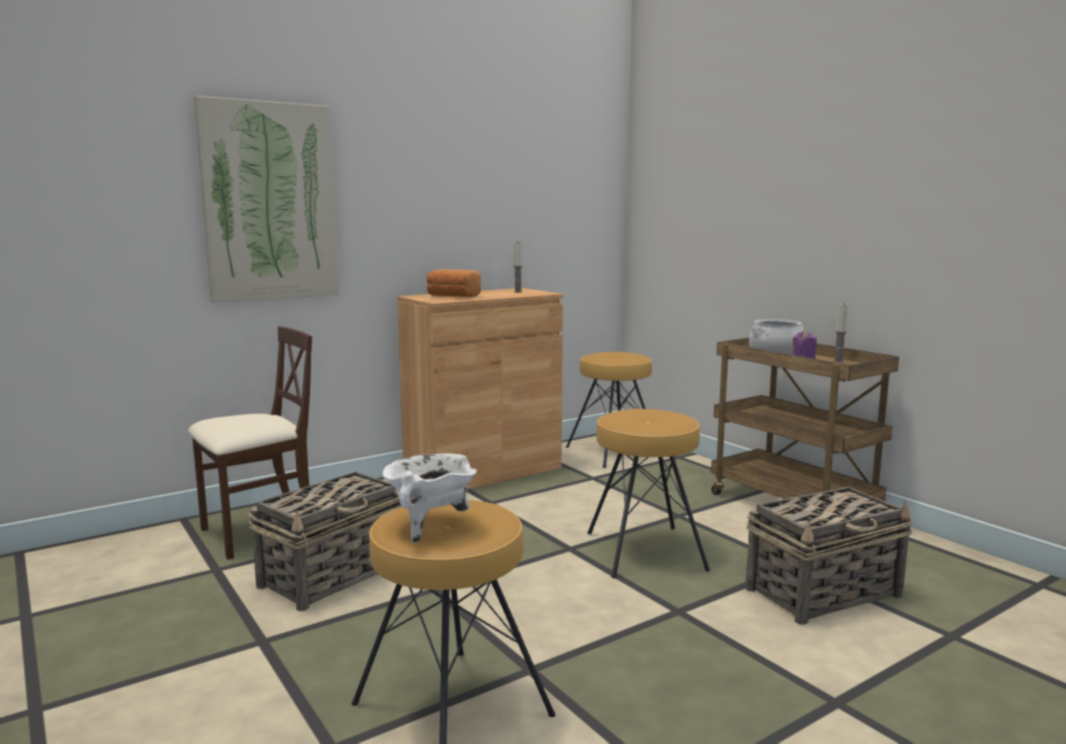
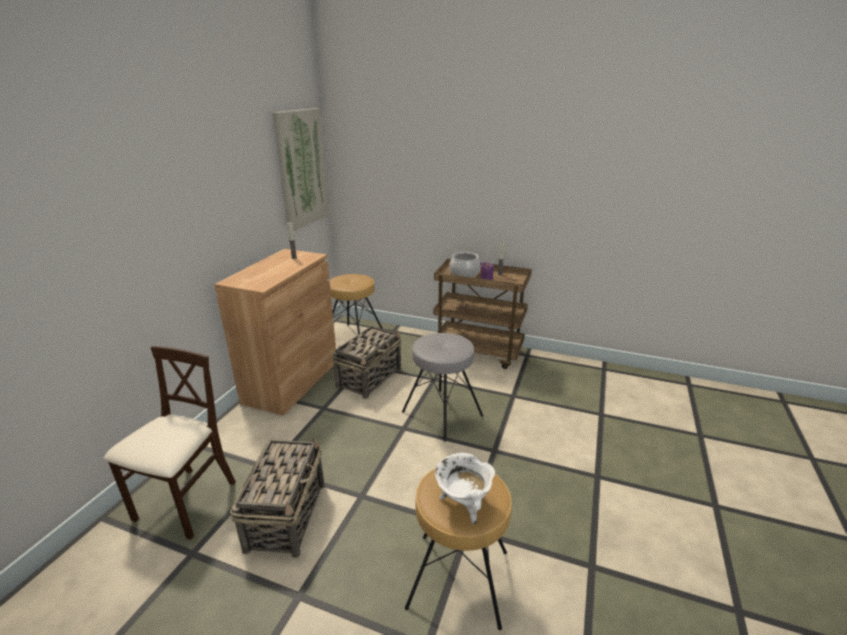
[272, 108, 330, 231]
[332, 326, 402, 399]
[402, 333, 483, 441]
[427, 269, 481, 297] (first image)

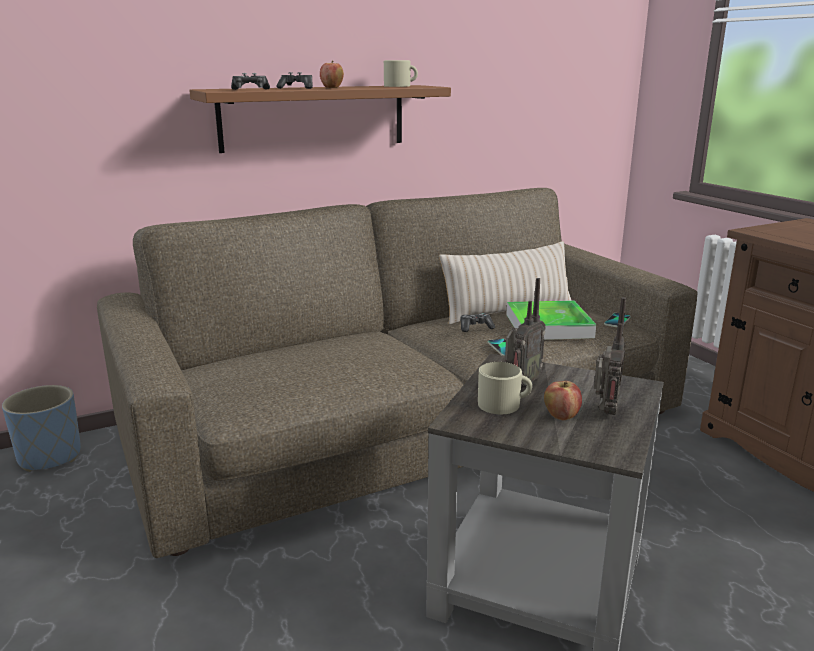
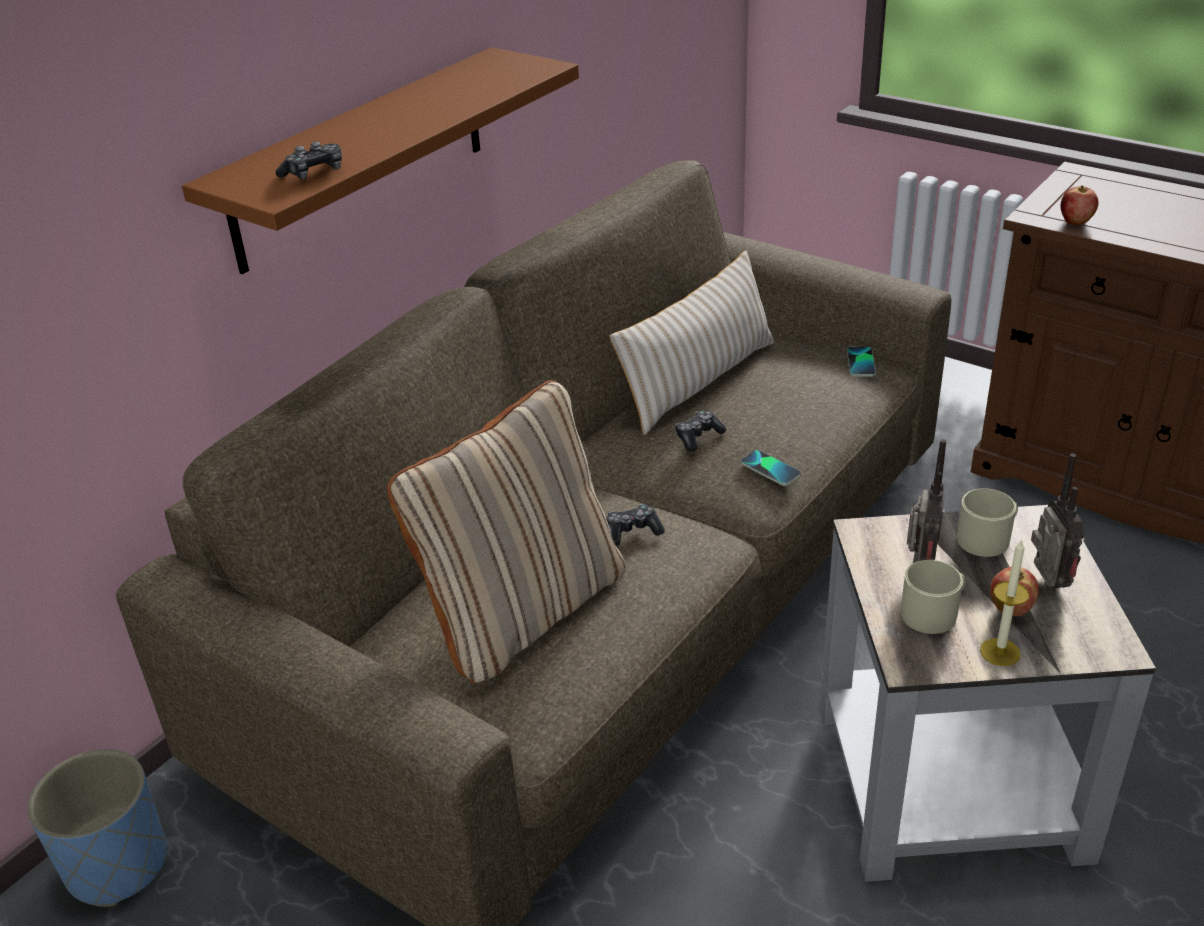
[387, 380, 625, 684]
[606, 504, 665, 546]
[957, 488, 1018, 557]
[980, 539, 1029, 666]
[1061, 186, 1099, 225]
[506, 300, 596, 340] (first image)

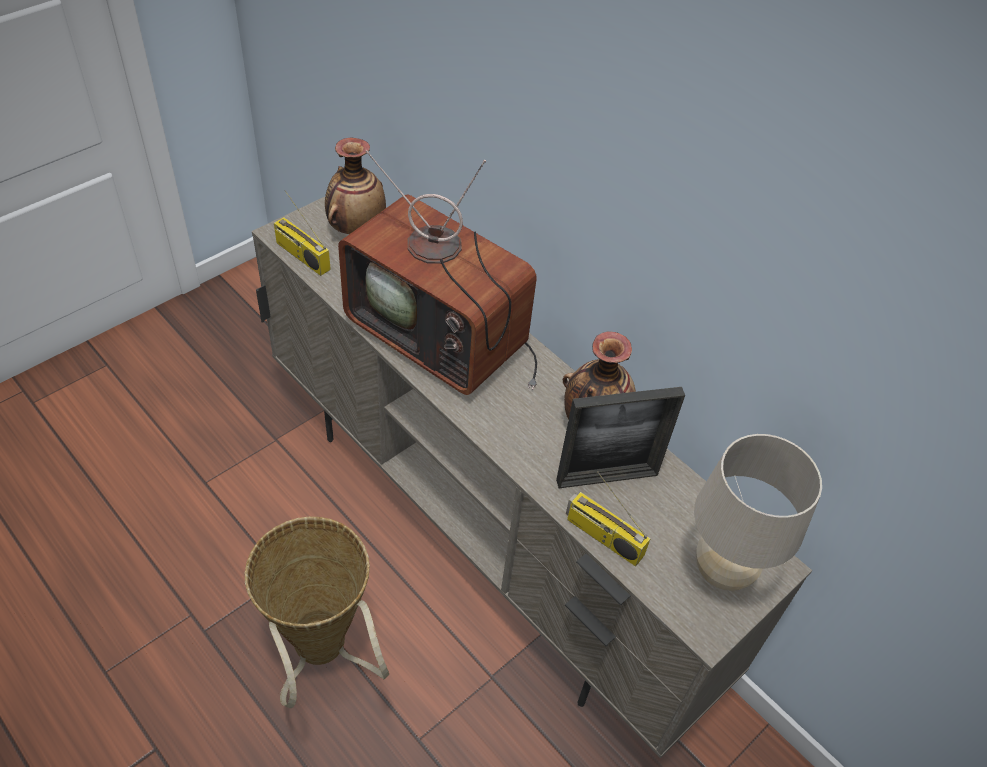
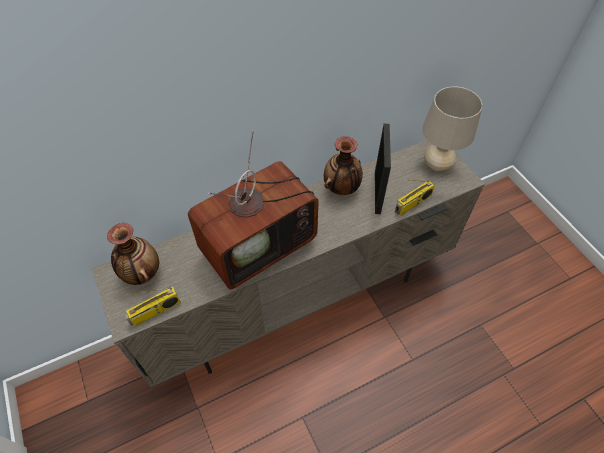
[245, 517, 389, 708] (first image)

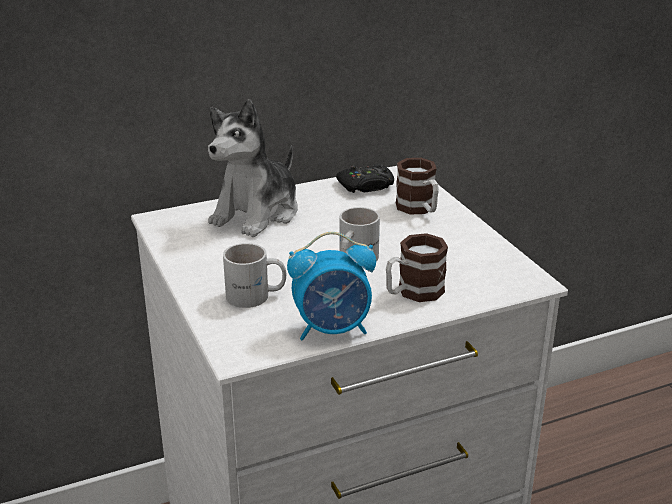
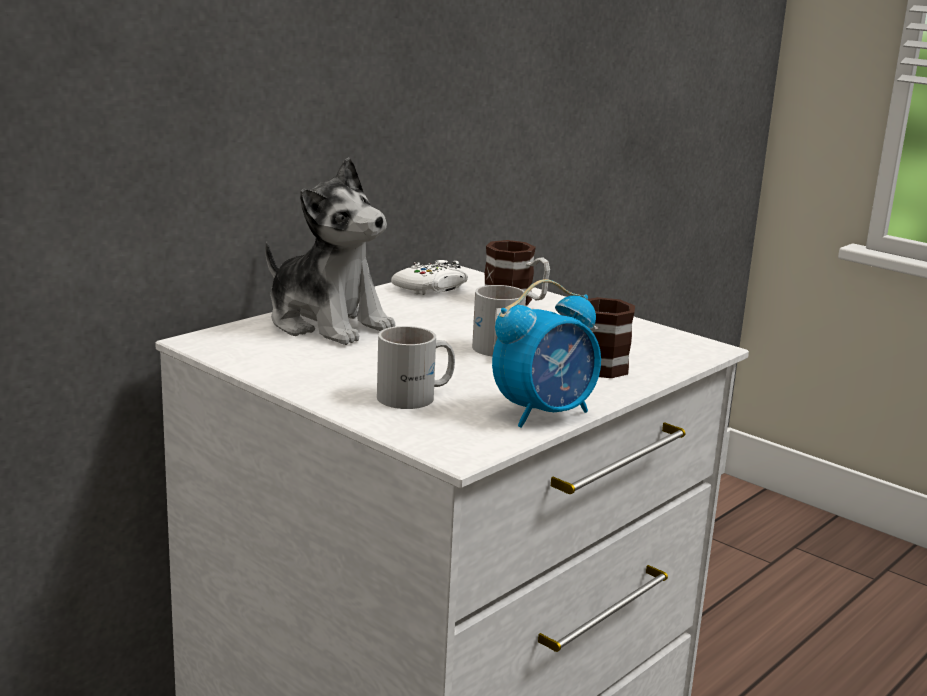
[265, 157, 395, 345]
[391, 260, 468, 295]

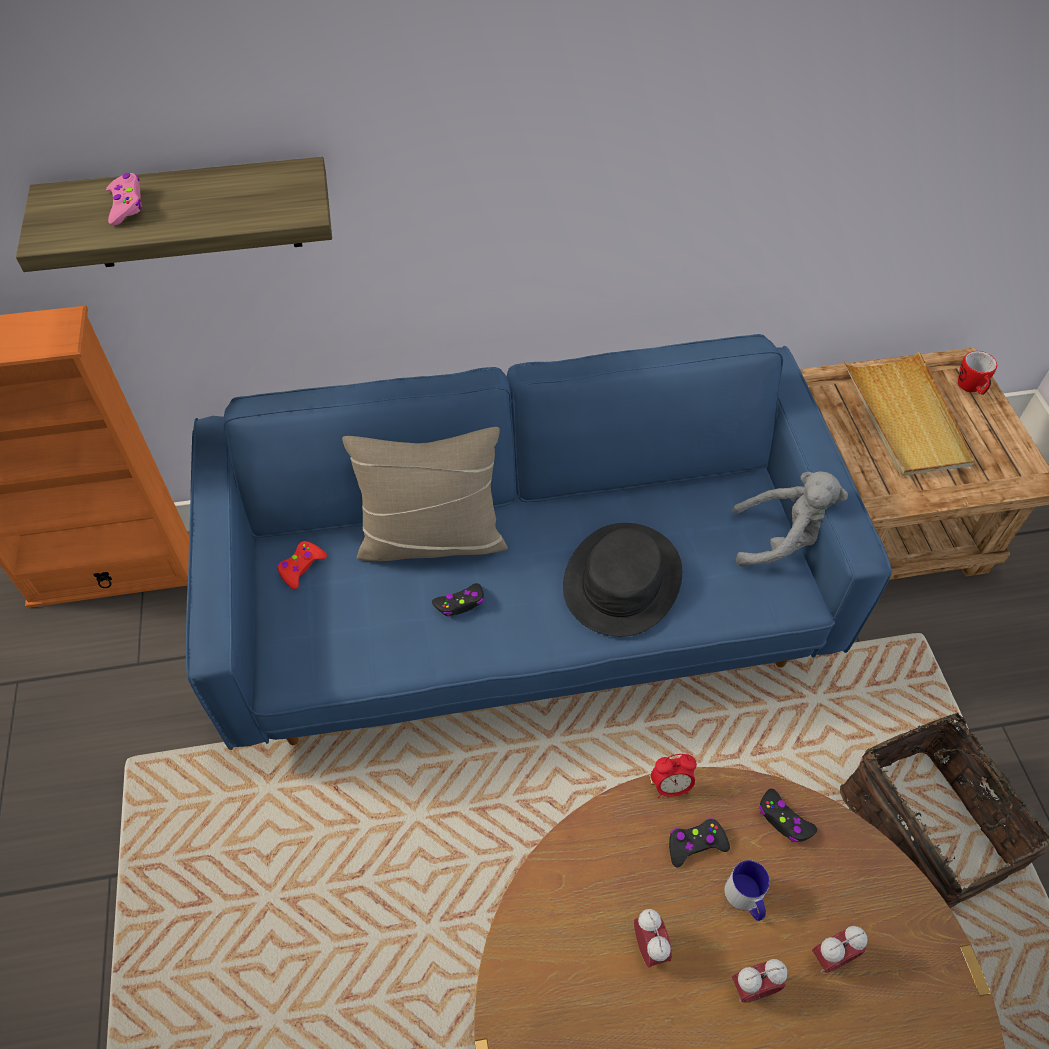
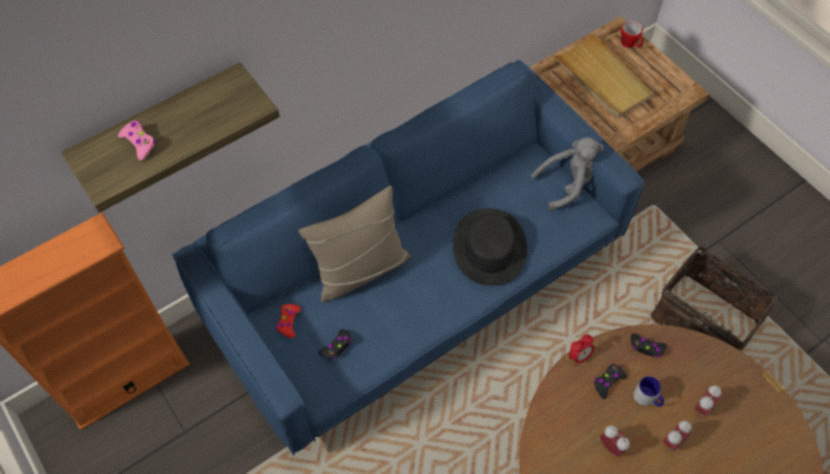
[319, 329, 352, 359]

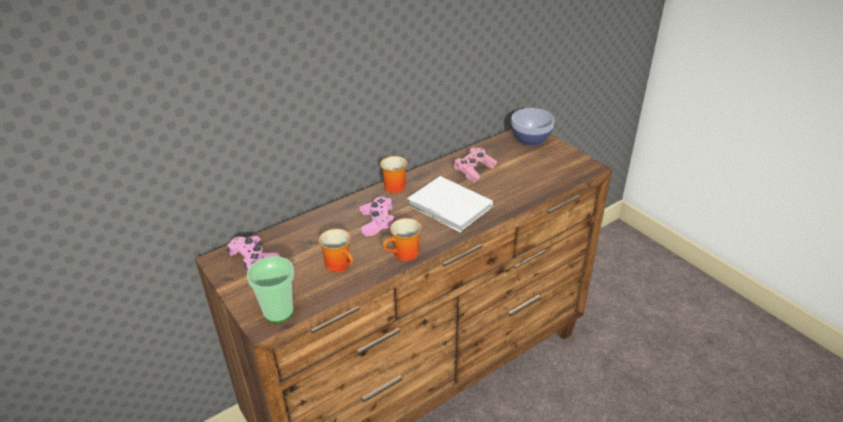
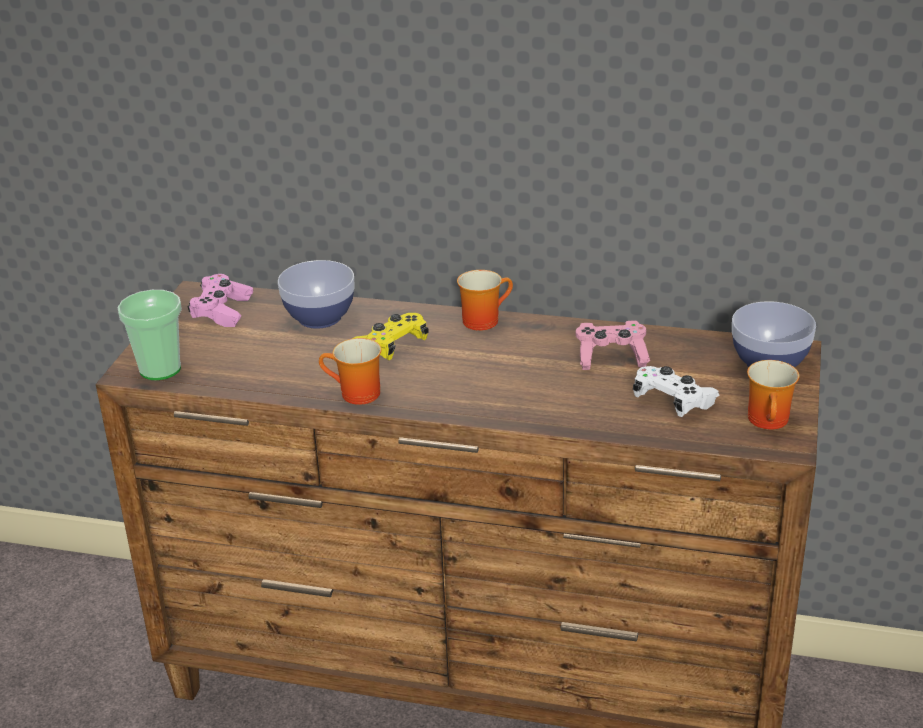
[278, 260, 354, 329]
[352, 313, 428, 360]
[633, 366, 720, 417]
[747, 360, 799, 430]
[407, 176, 493, 233] (first image)

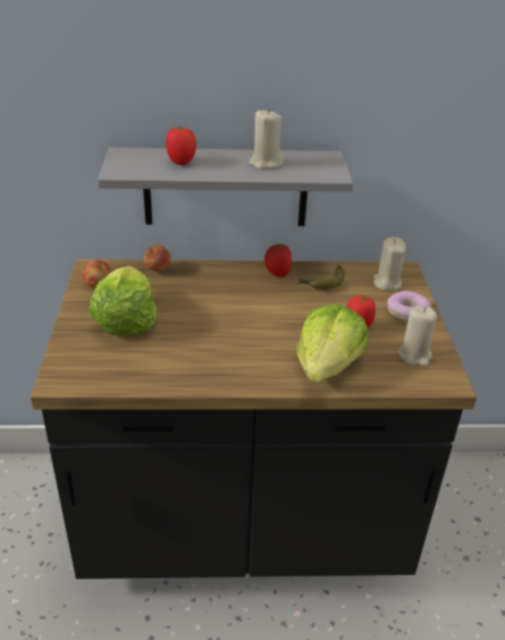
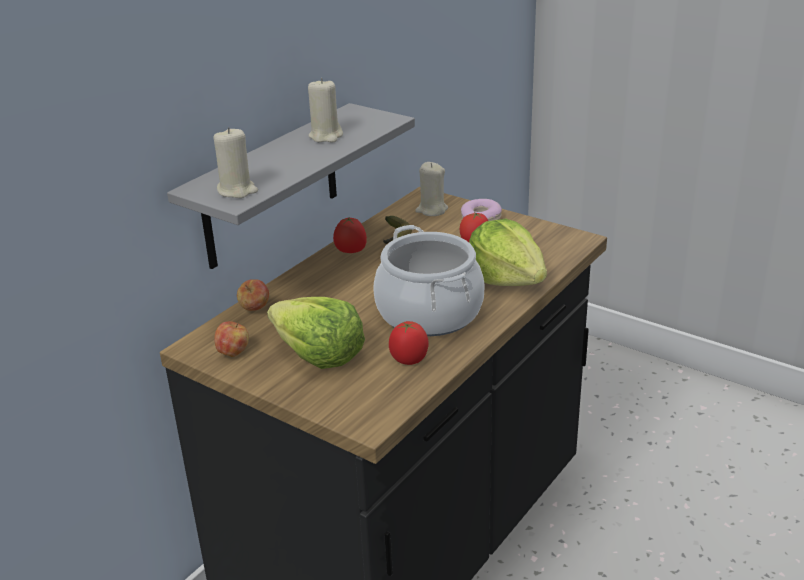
[213, 127, 258, 198]
[373, 225, 484, 336]
[389, 321, 429, 365]

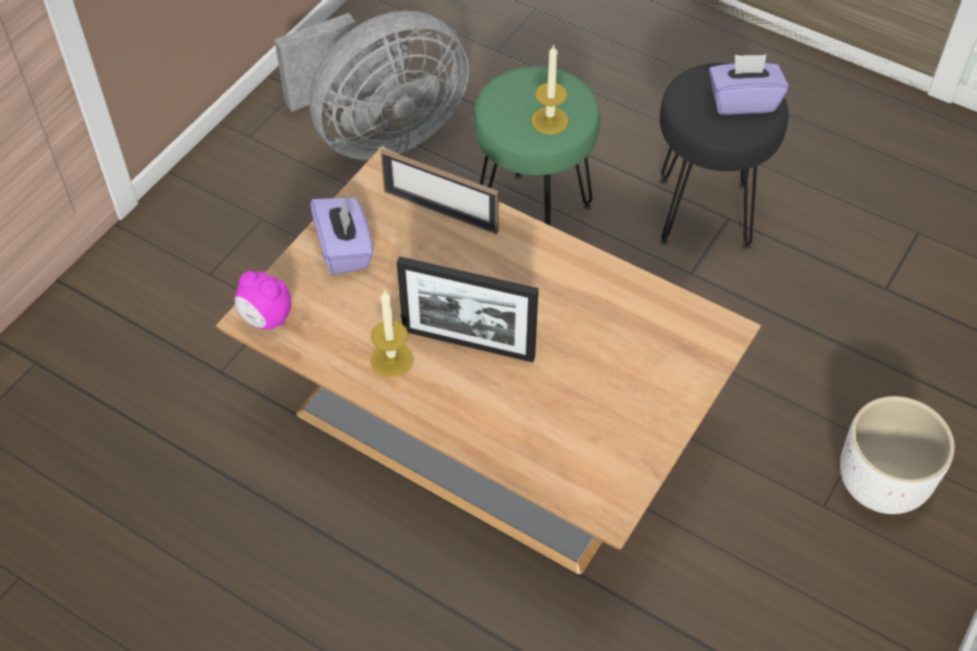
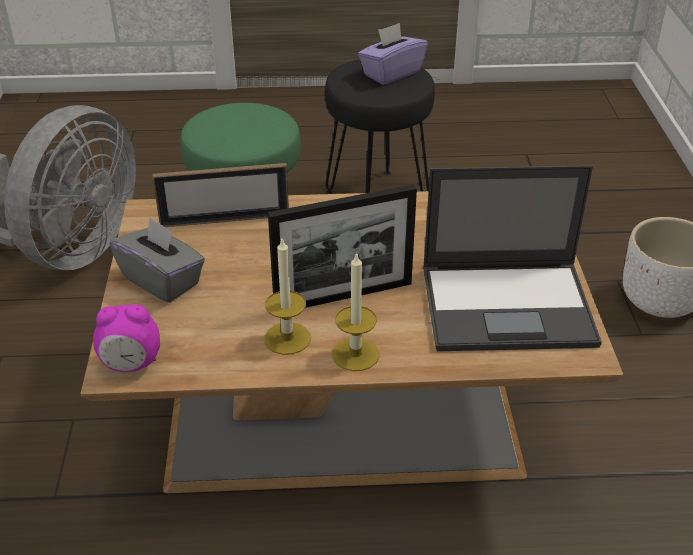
[109, 217, 205, 303]
[332, 252, 379, 371]
[423, 165, 602, 351]

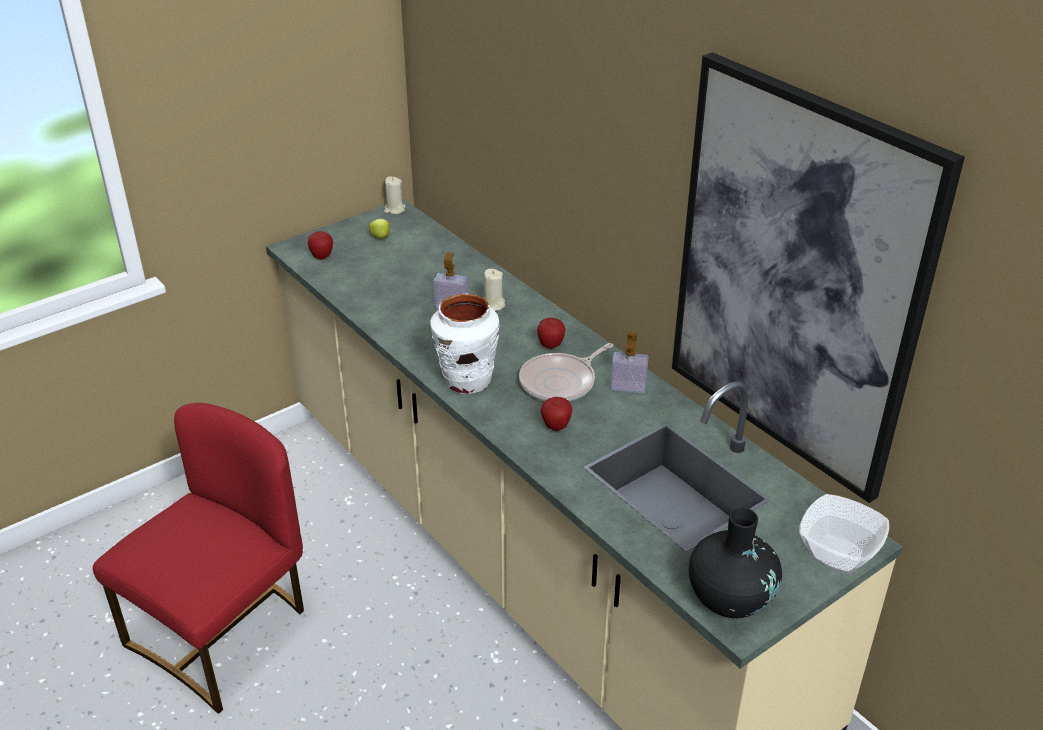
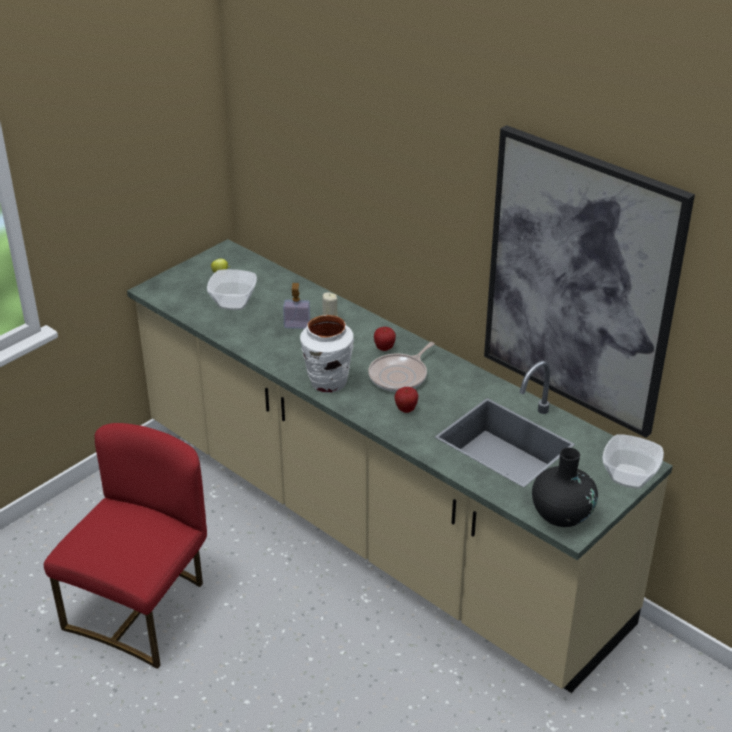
[207, 269, 257, 310]
[308, 231, 333, 260] (first image)
[384, 177, 406, 214] (first image)
[610, 332, 648, 394] (first image)

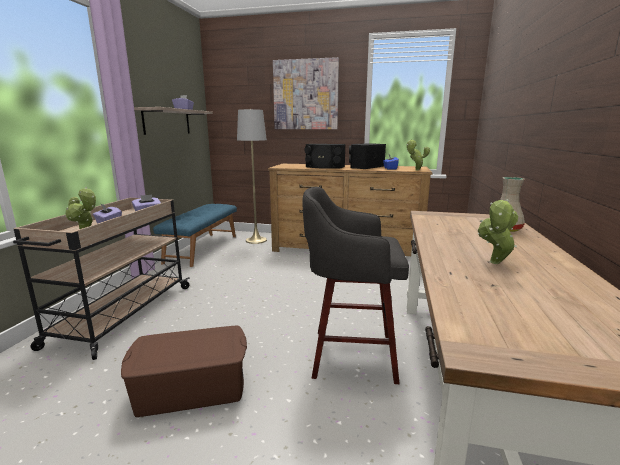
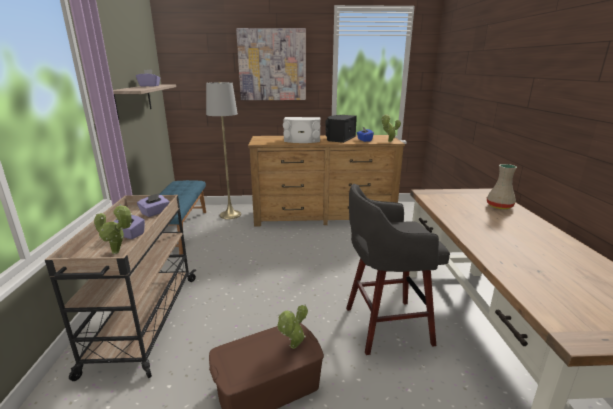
[277, 304, 308, 349]
[283, 117, 321, 143]

